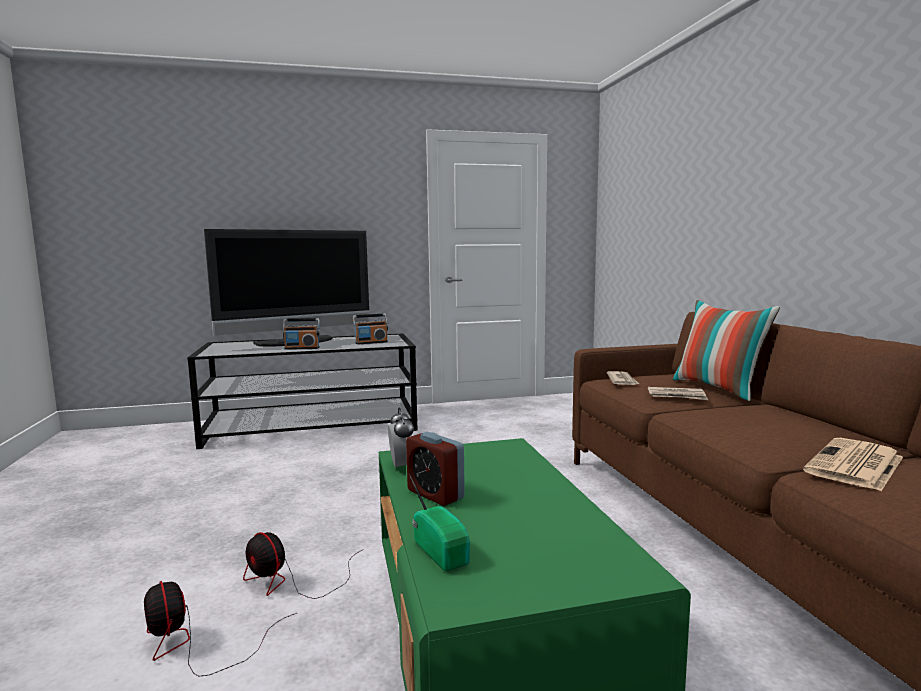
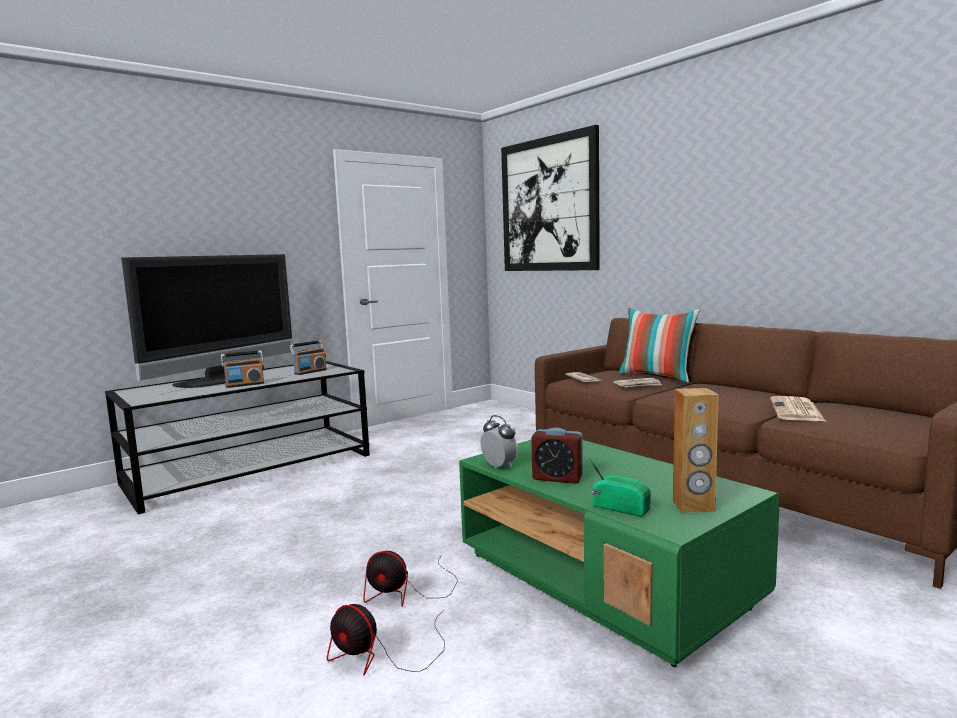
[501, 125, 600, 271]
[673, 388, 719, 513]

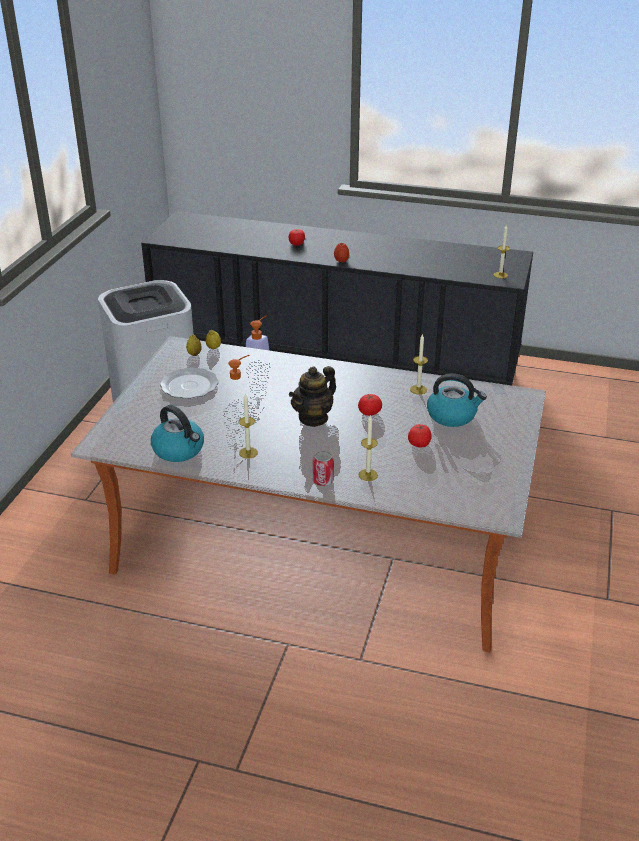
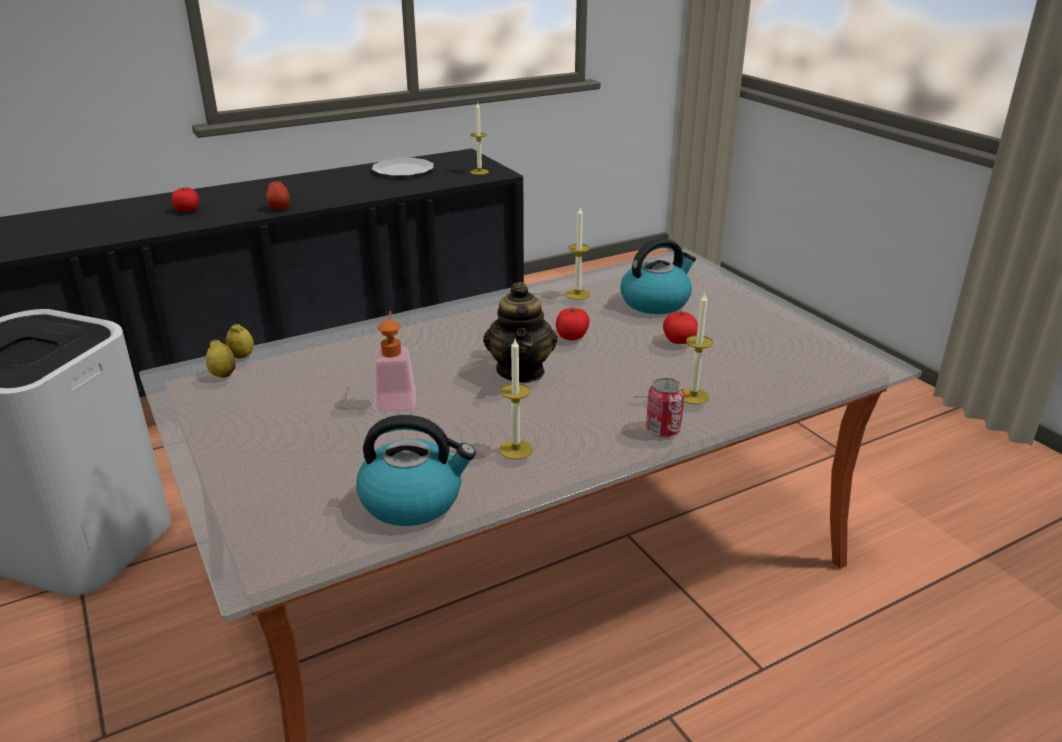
[372, 158, 434, 177]
[245, 316, 271, 370] (first image)

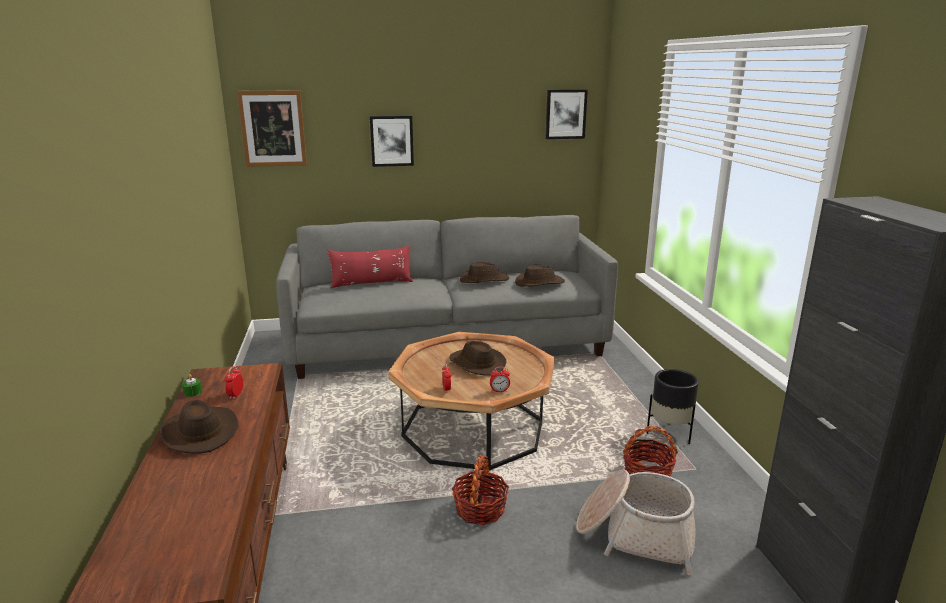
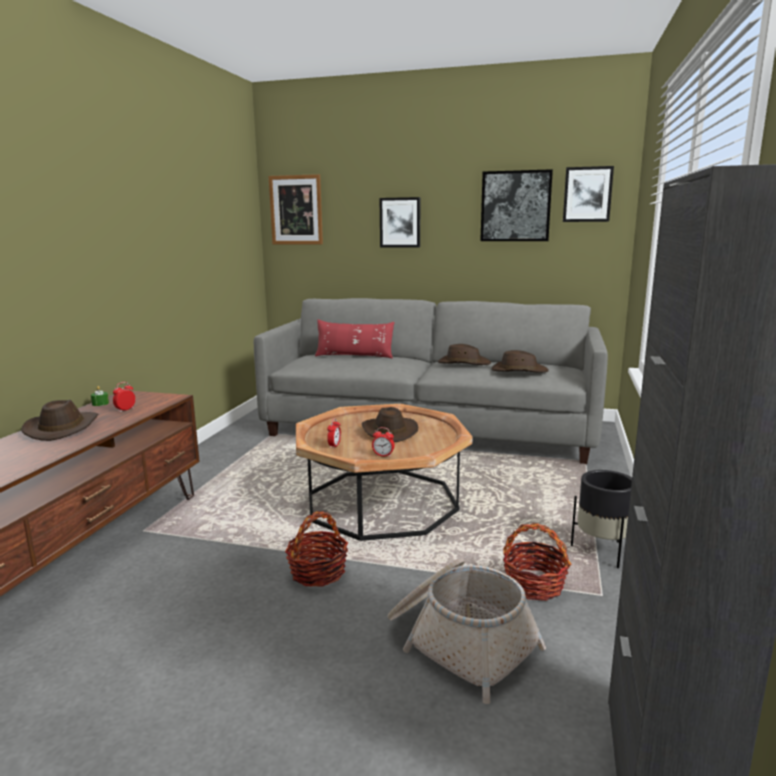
[480, 169, 553, 241]

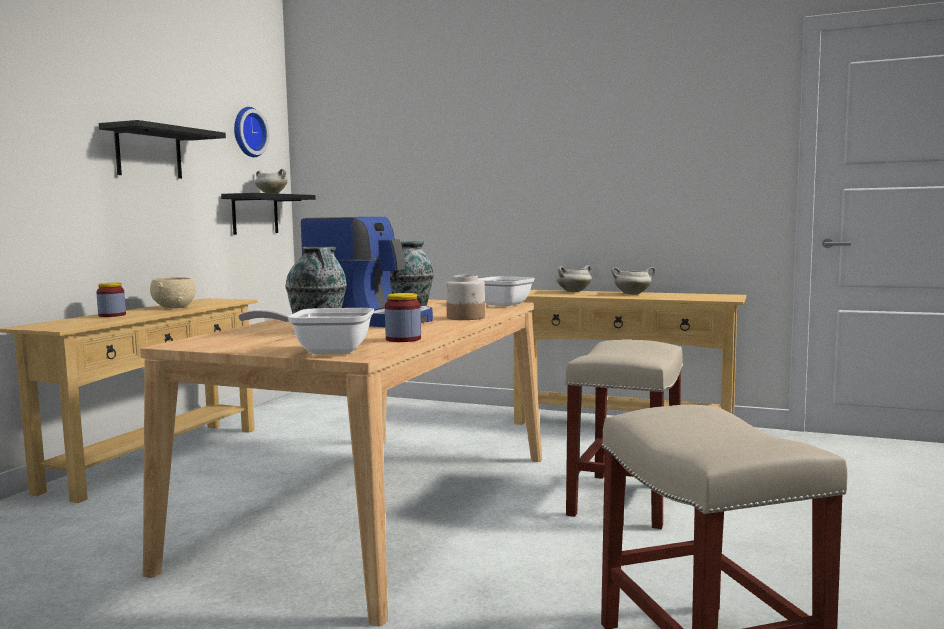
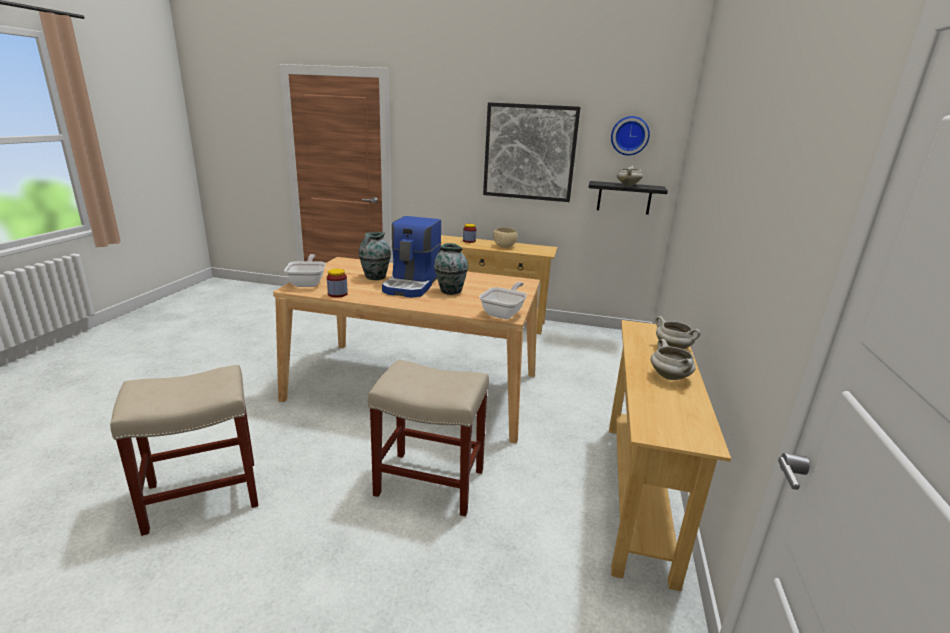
[483, 102, 581, 202]
[446, 275, 485, 320] (first image)

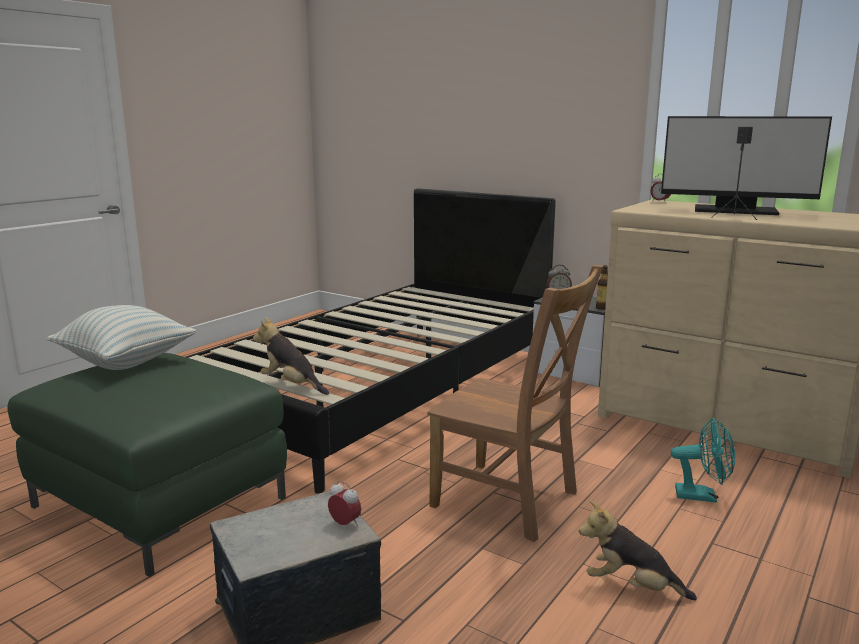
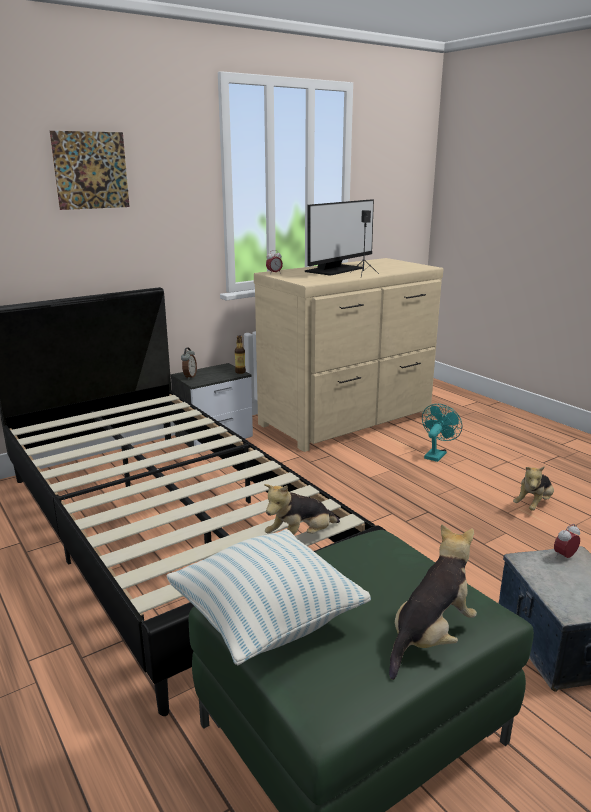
[50, 131, 130, 210]
[389, 524, 477, 680]
[427, 265, 603, 542] (first image)

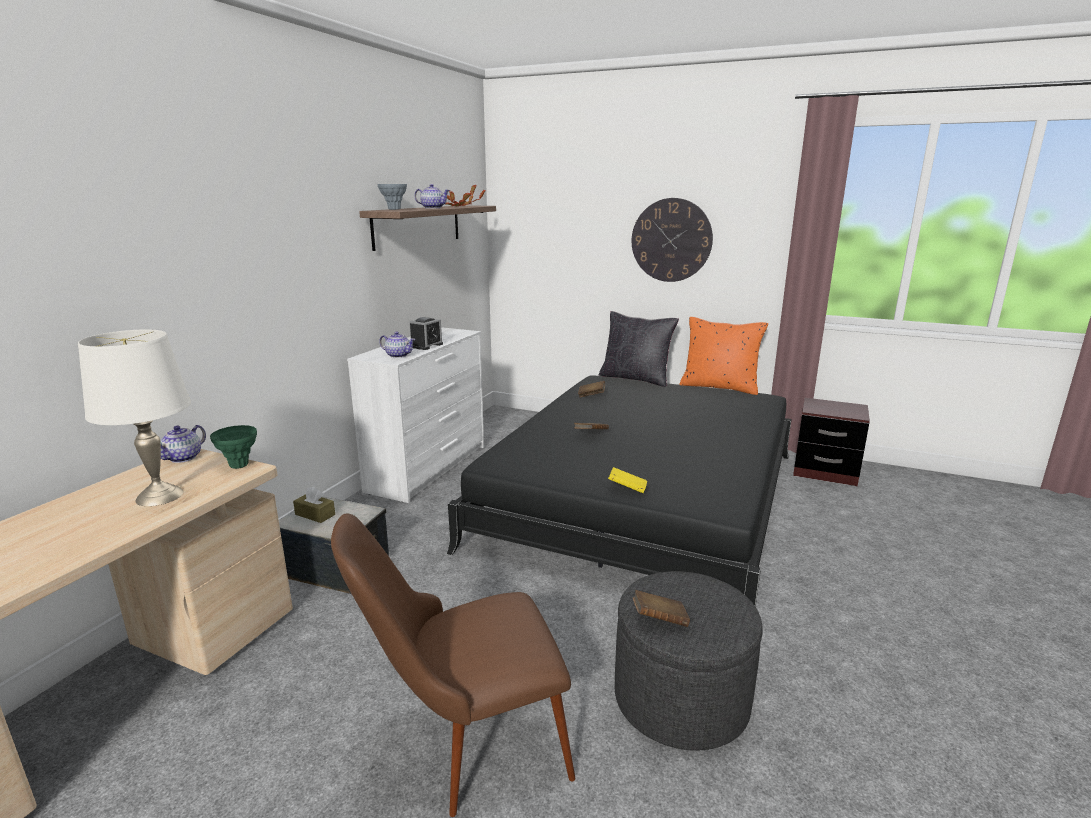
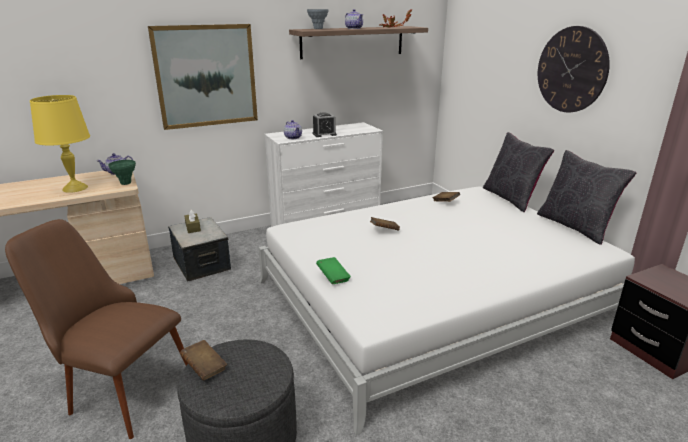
[30, 95, 90, 193]
[148, 24, 258, 130]
[259, 187, 635, 435]
[316, 257, 351, 284]
[537, 150, 637, 245]

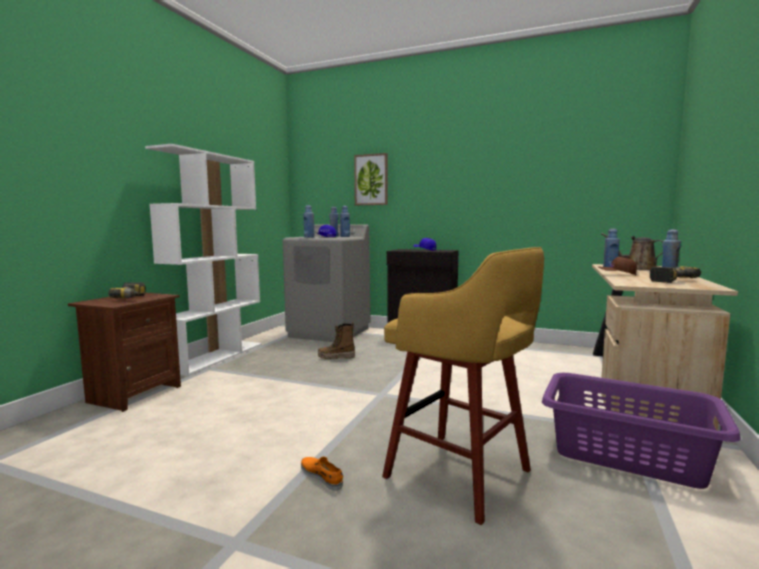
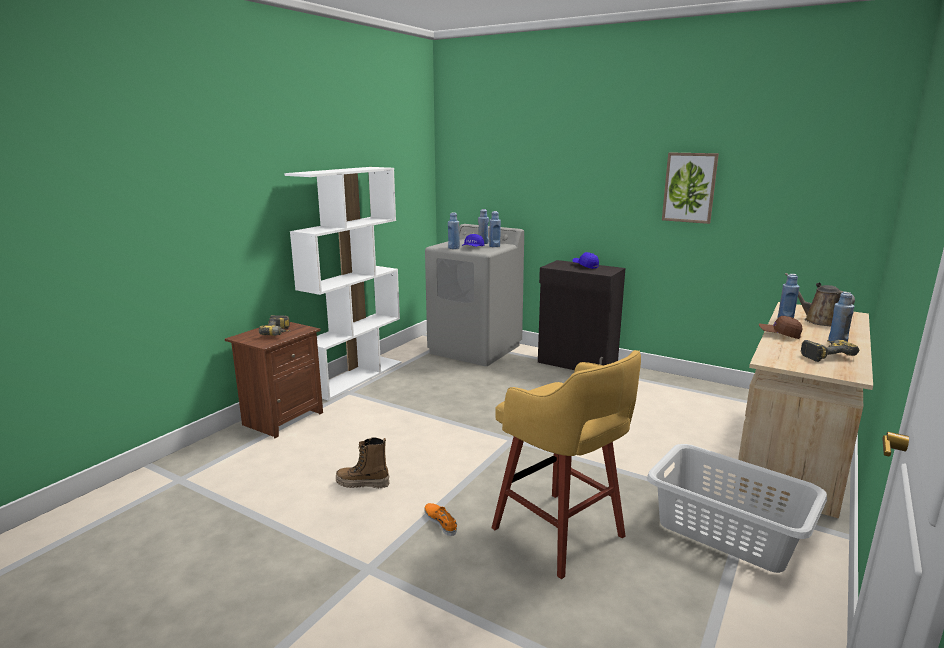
[336, 437, 390, 488]
[647, 444, 827, 573]
[662, 152, 719, 224]

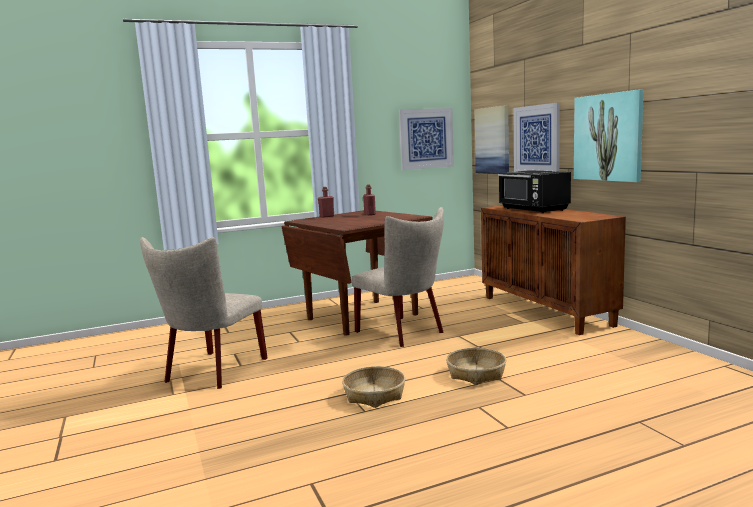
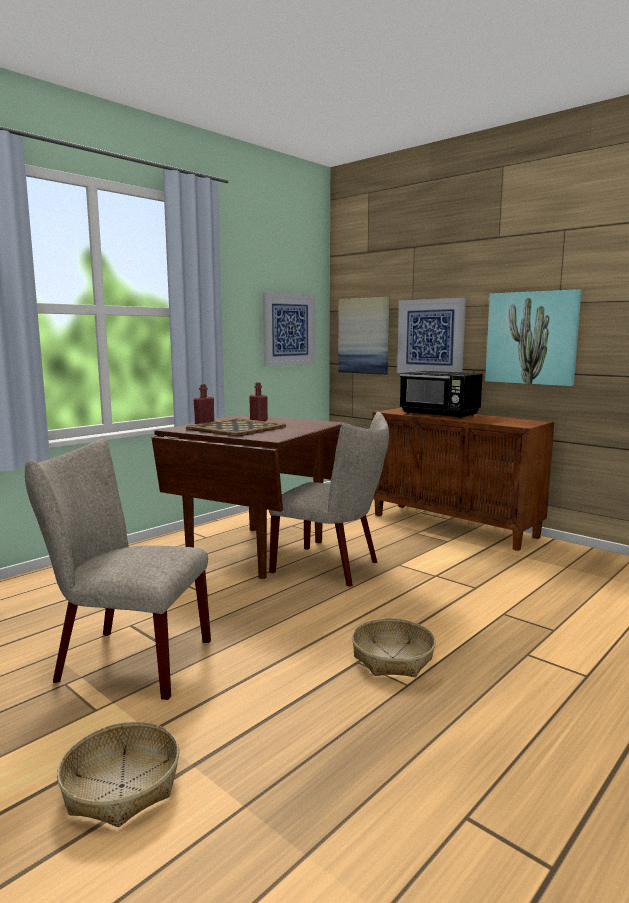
[25, 438, 211, 700]
[57, 722, 180, 827]
[186, 418, 286, 436]

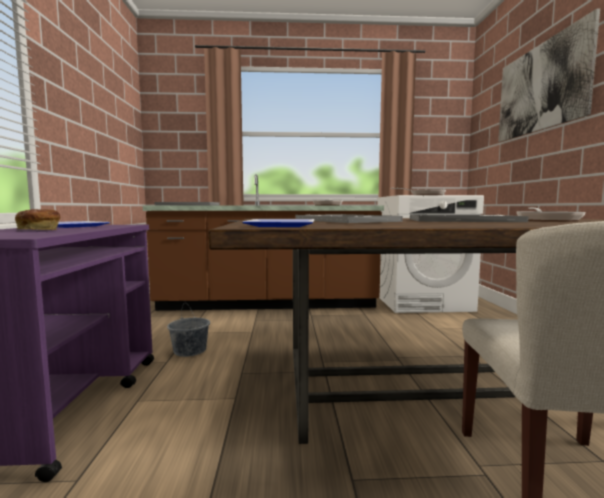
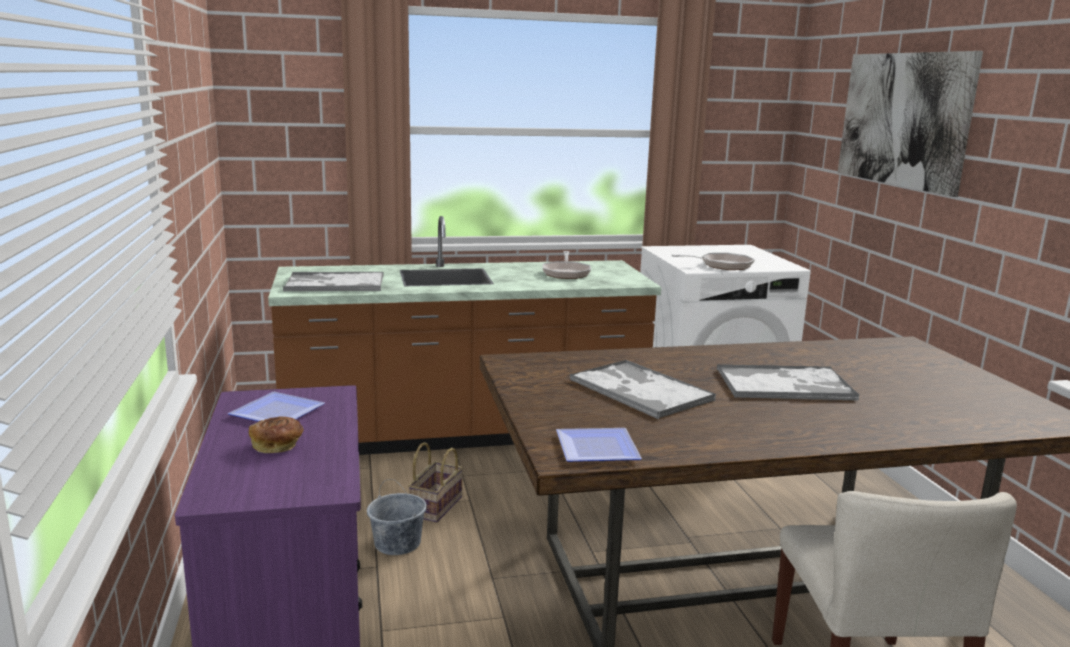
[408, 442, 463, 523]
[517, 207, 586, 222] (first image)

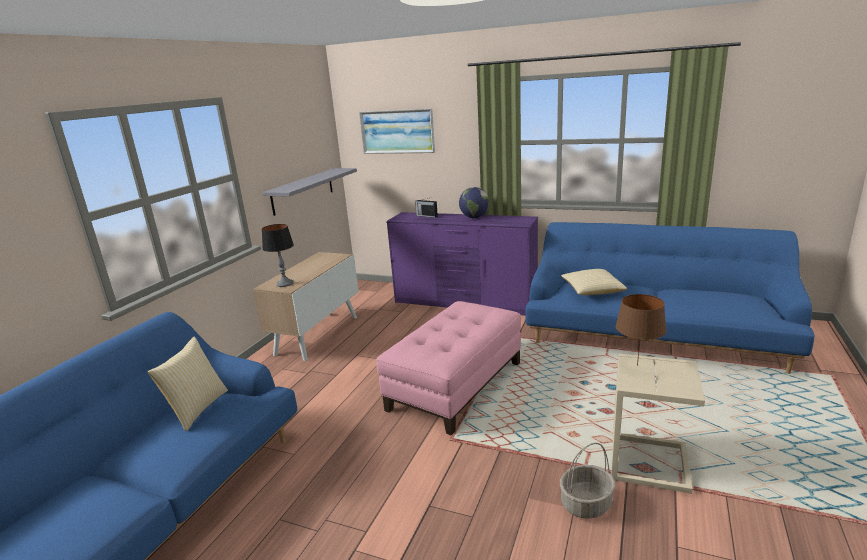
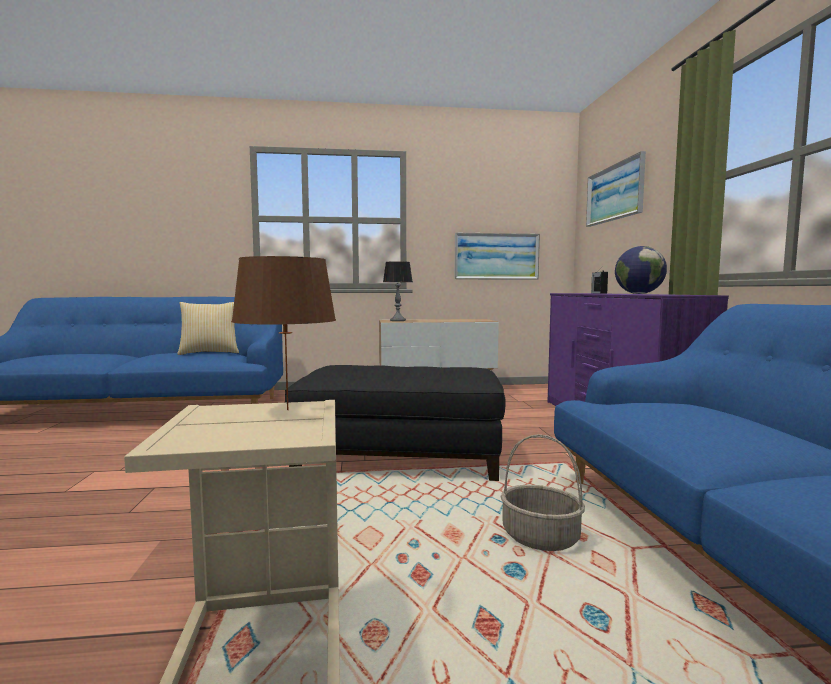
[285, 365, 506, 481]
[454, 233, 540, 280]
[500, 434, 585, 551]
[561, 269, 627, 295] (first image)

